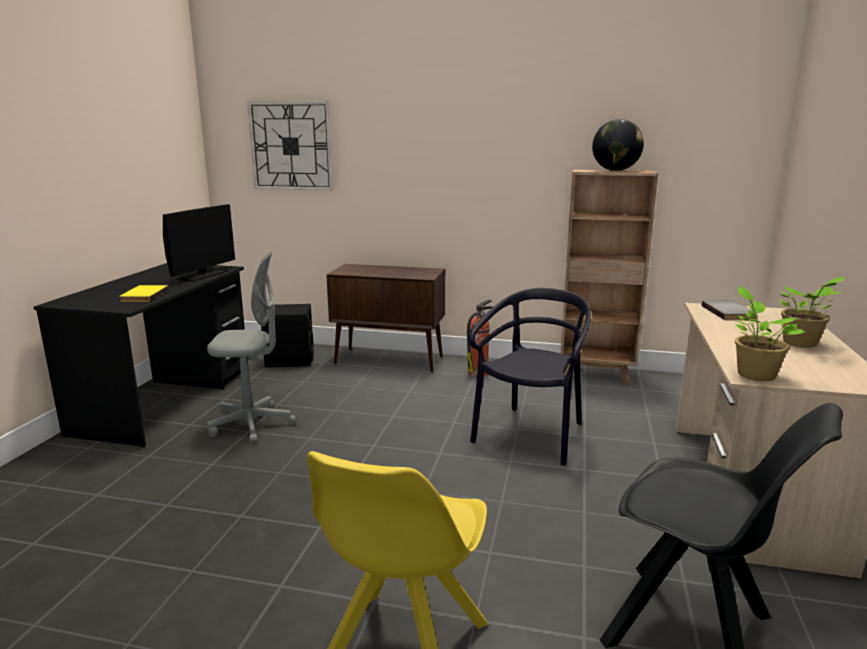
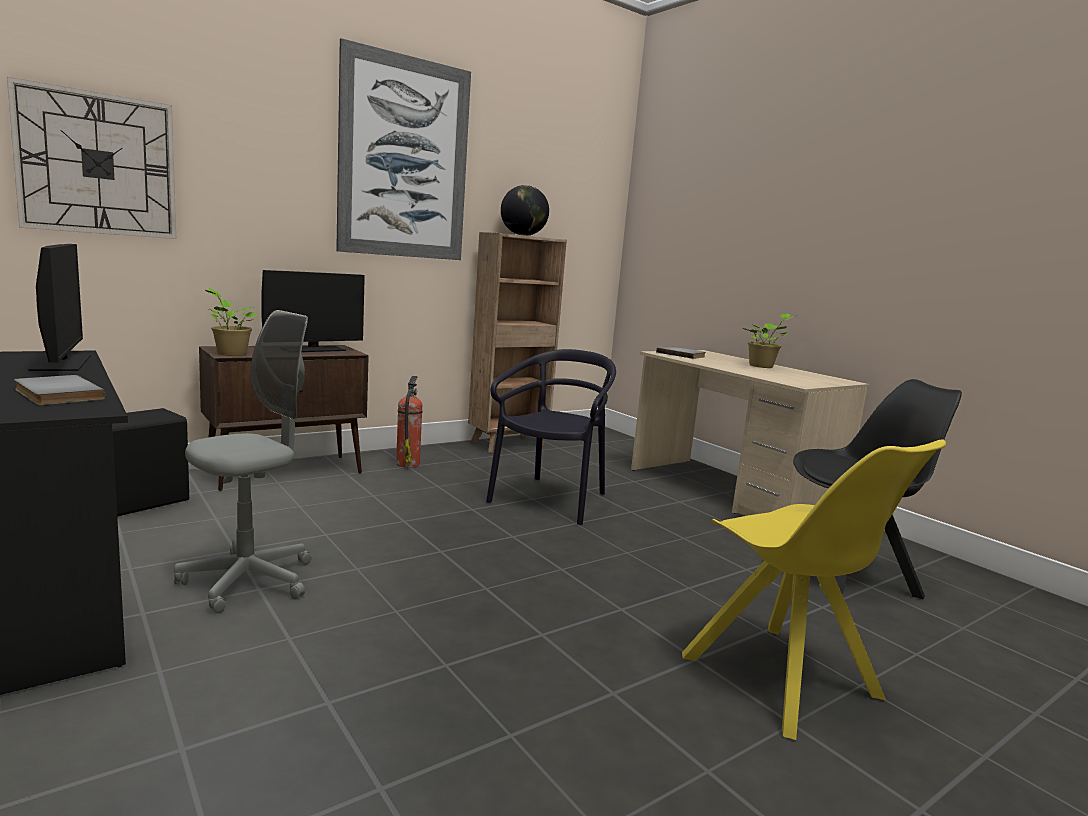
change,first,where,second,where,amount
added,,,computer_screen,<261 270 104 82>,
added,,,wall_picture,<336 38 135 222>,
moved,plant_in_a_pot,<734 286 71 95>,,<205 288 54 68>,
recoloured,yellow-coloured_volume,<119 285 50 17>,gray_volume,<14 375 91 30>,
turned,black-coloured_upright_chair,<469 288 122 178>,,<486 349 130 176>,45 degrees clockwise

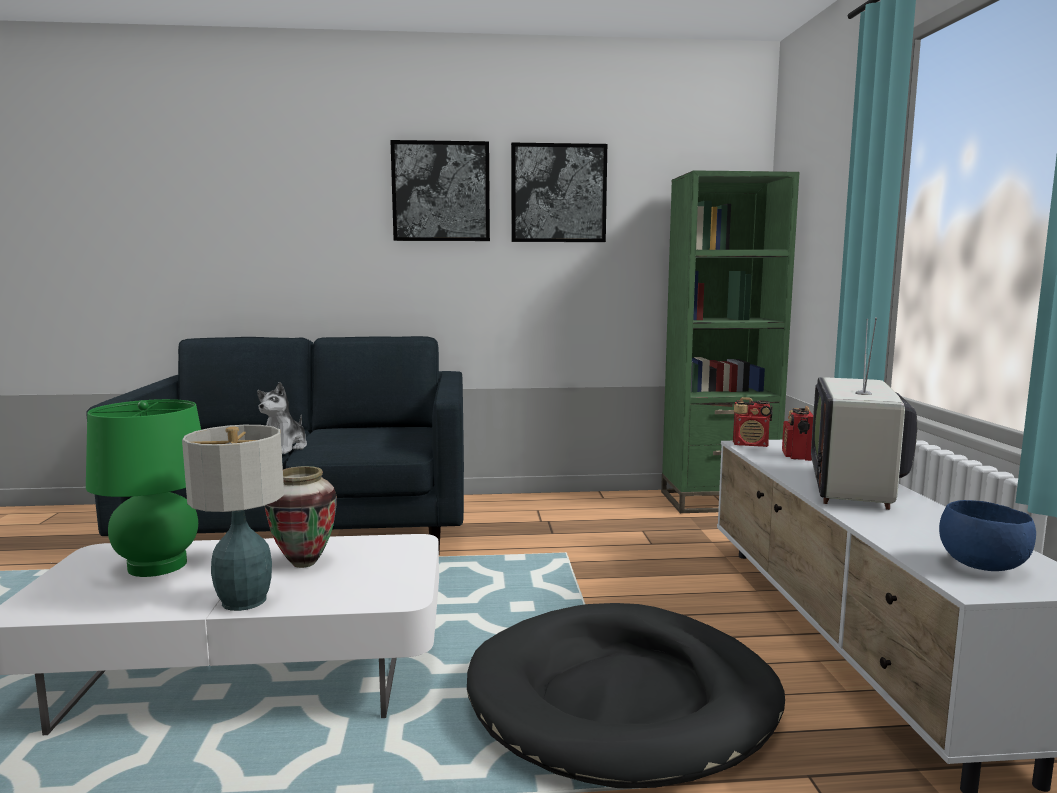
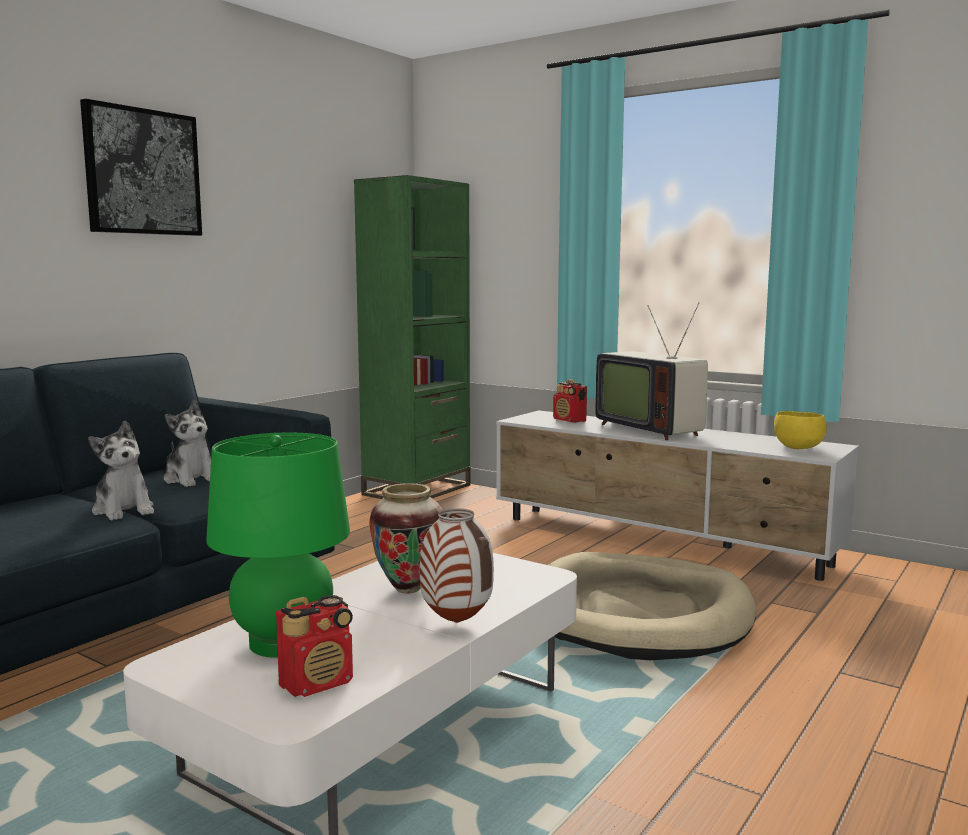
change,first,where,second,where,amount
removed,wall_picture,<511 143 96 99>,,,
added,,,plush_toy,<164 400 47 87>,
moved,radio_receiver,<733 397 40 50>,,<276 595 77 102>,
replaced,tabletop_lamp,<182 425 102 186>,vase,<420 508 74 115>,
recoloured,black-coloured_pet_bed,<467 603 318 185>,beige-coloured_pet_bed,<548 552 208 108>,
recoloured,bluish_serving_bowl,<939 500 97 71>,yellow-coloured_serving_bowl,<774 411 53 38>,

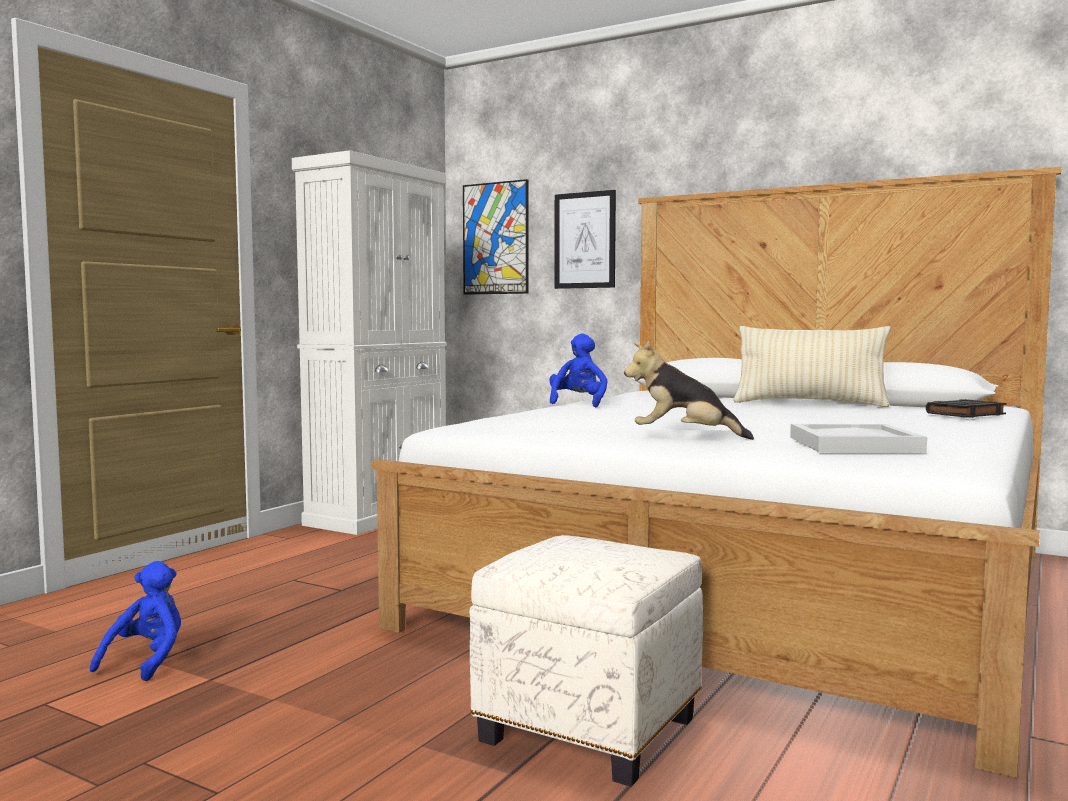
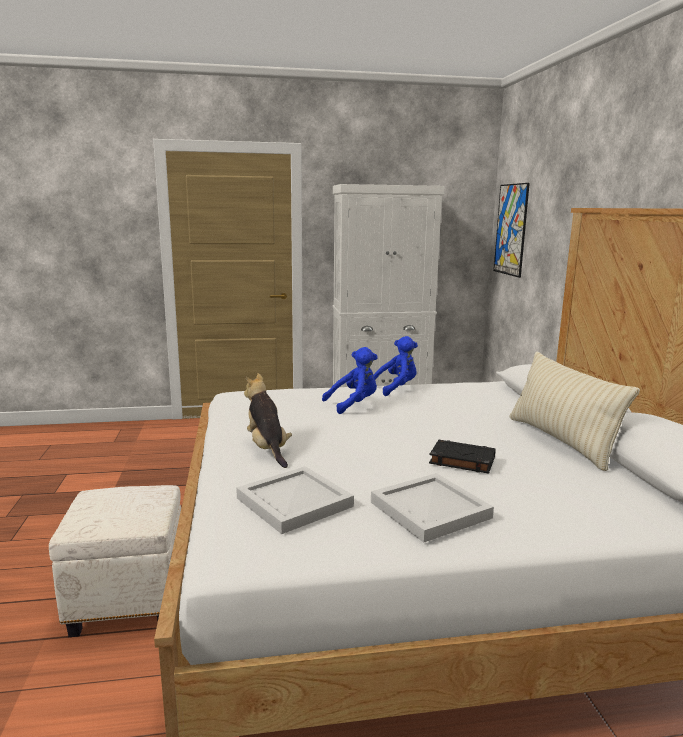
change,first,where,second,where,amount
removed,wall_picture,<554 190 62 99>,,,
added,,,white_tray,<371 473 123 70>,
moved,bluish_plush_toy,<90 561 91 120>,,<322 347 56 67>,
moved,black-coloured_volume,<926 399 80 19>,,<429 440 67 34>,

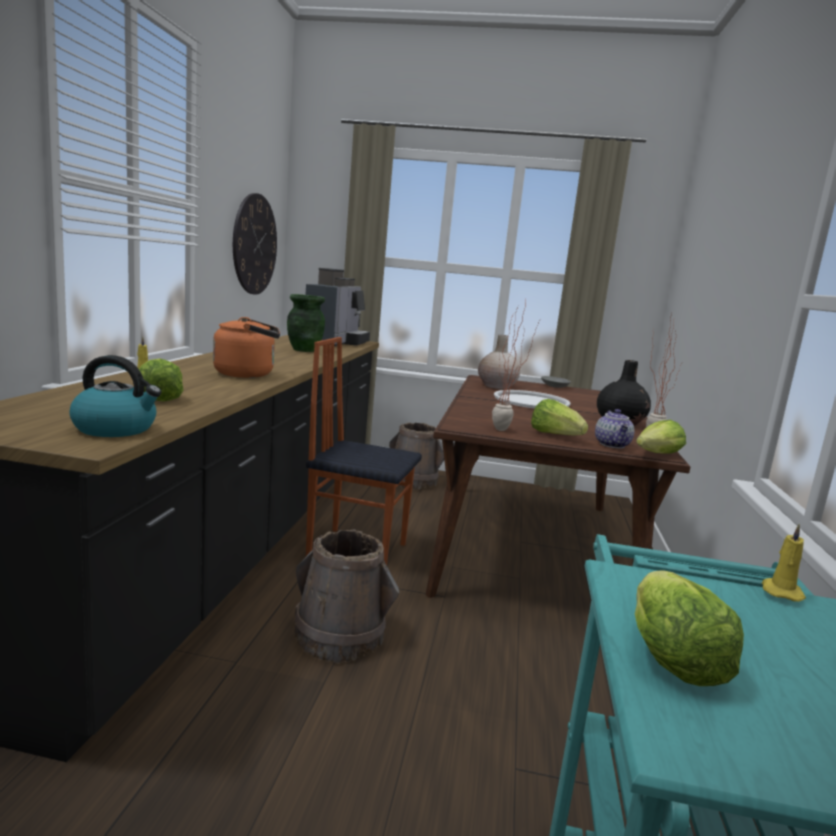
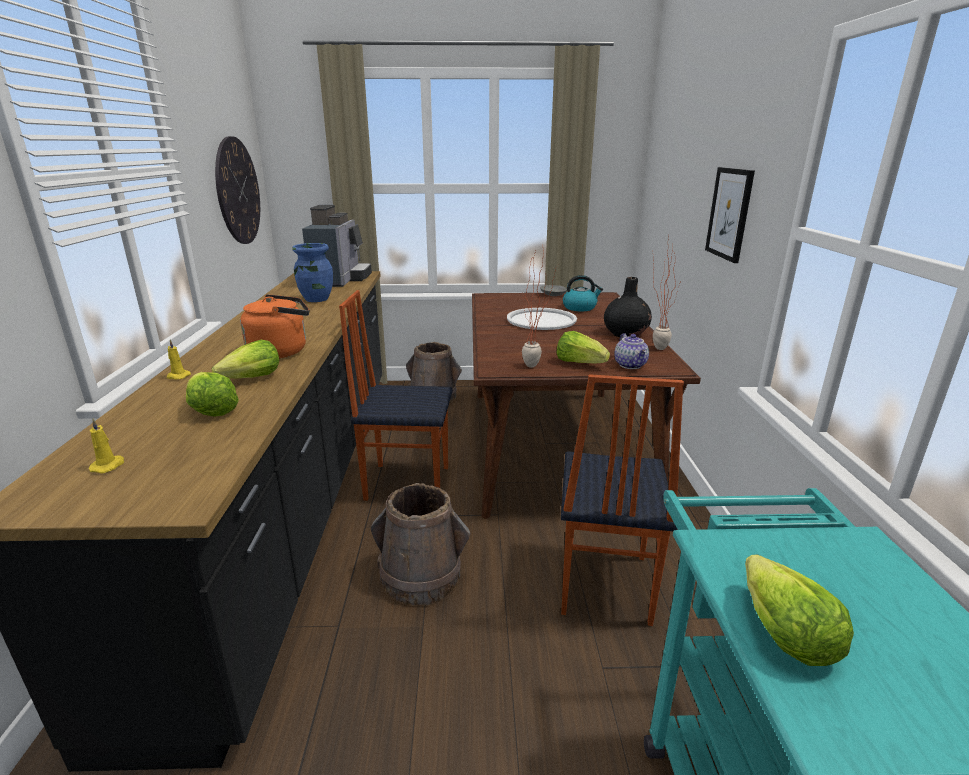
change,first,where,second,where,amount
removed,beige-coloured_vase,<478 335 42 54>,,,
added,,,upright_chair,<561 374 123 252>,
added,,,wall_picture,<705 167 50 96>,
moved,water_kettle,<69 355 92 82>,,<563 275 40 36>,
moved,lettuce_head,<636 420 50 34>,,<212 340 67 38>,
moved,yellow-coloured_wax_light,<762 524 44 78>,,<89 418 35 55>,
recoloured,green-coloured_vase,<287 294 38 58>,bluish_vase,<292 243 41 59>,

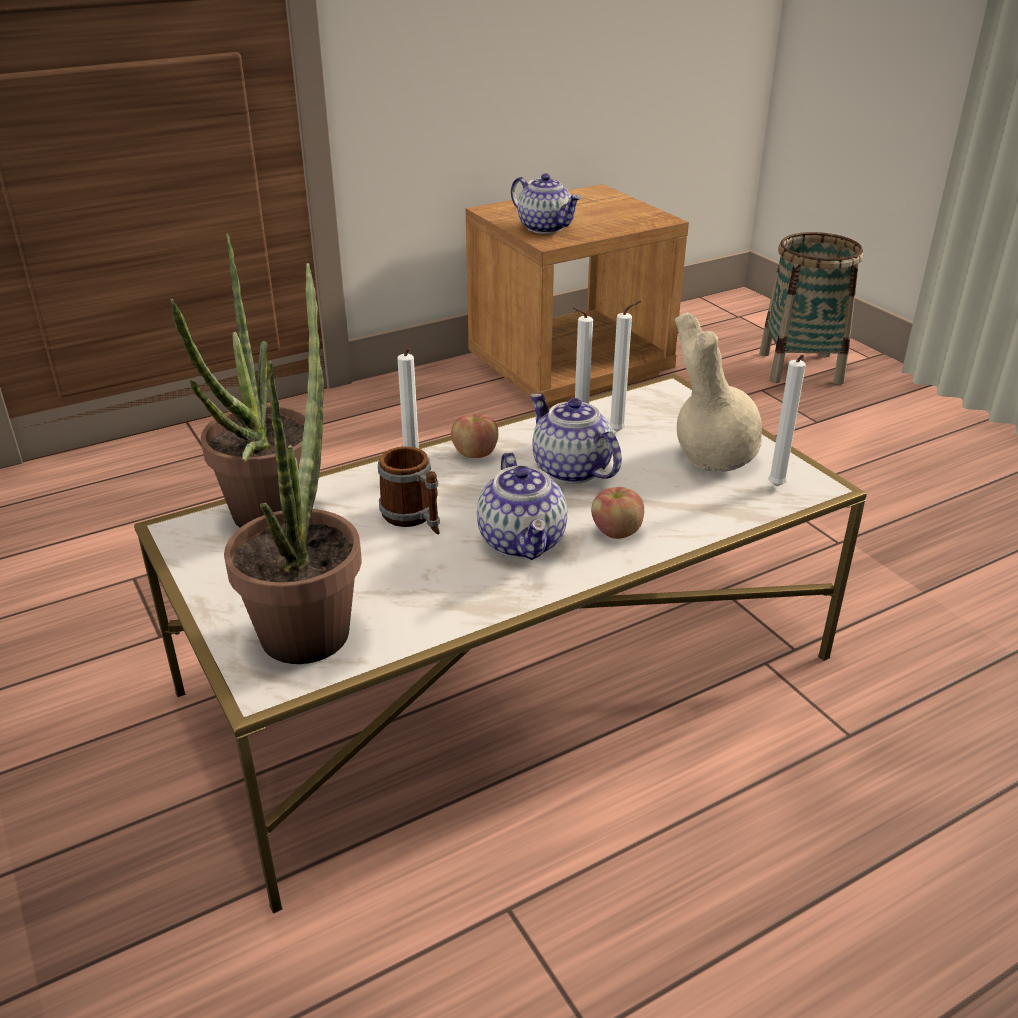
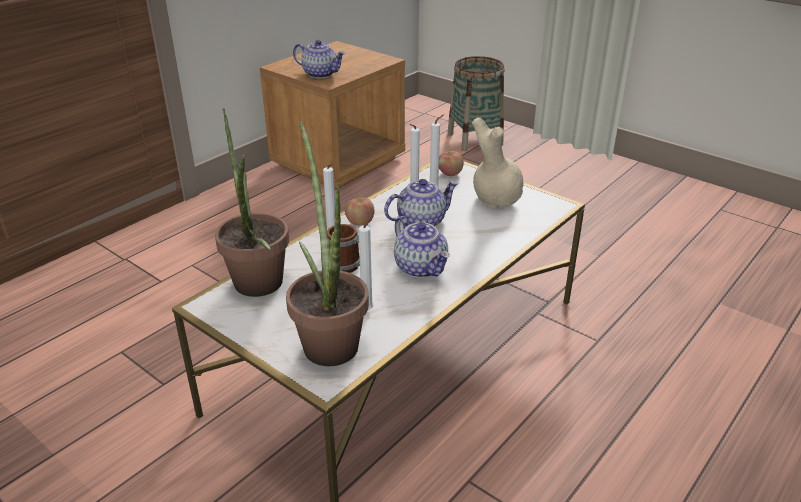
change,first,where,second,where,amount
moved,apple,<591 487 53 52>,,<439 151 25 25>,
moved,white_wax_light,<768 354 38 132>,,<359 224 15 86>,
turned,pot_for_tea,<530 393 92 91>,,<384 179 75 47>,120 degrees clockwise

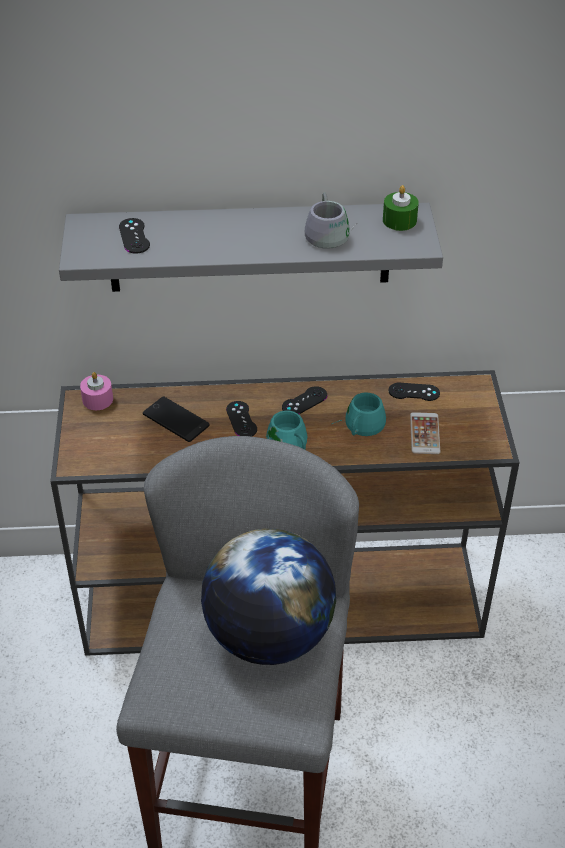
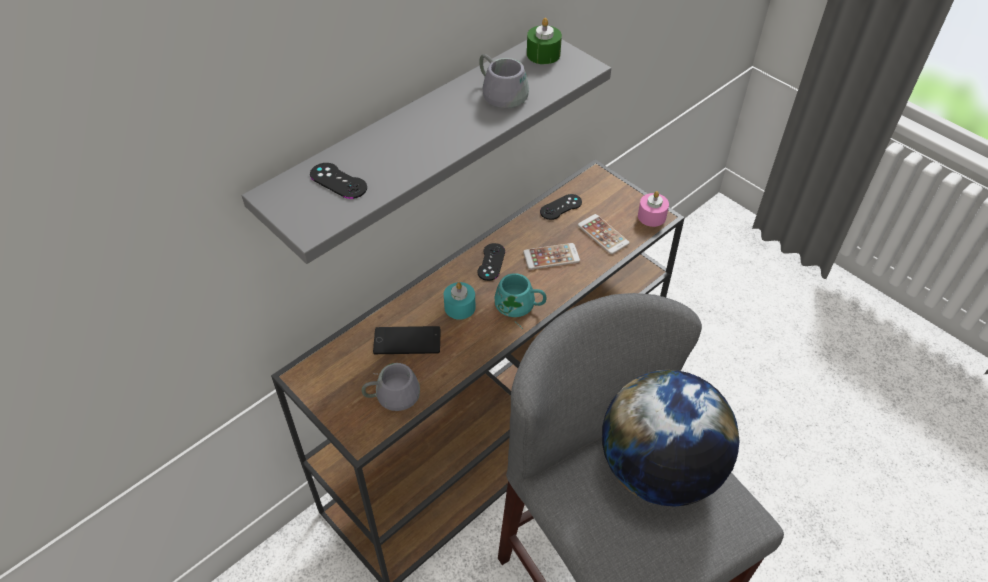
change,first,where,second,where,amount
added,,,gray_coffee_mug,<362 363 58 48>,
moved,pinkish_wax_light,<80 372 33 38>,,<638 191 31 36>,
replaced,black-coloured_game_controller,<226 401 31 36>,turquoise_wax_light,<444 282 32 38>,
replaced,turquoise_coffee_mug,<331 392 55 44>,phone,<523 243 57 27>,

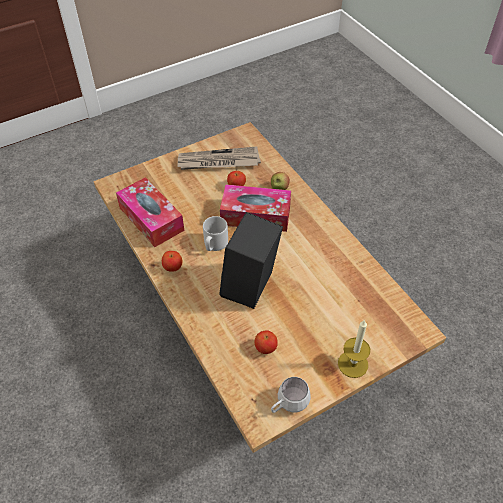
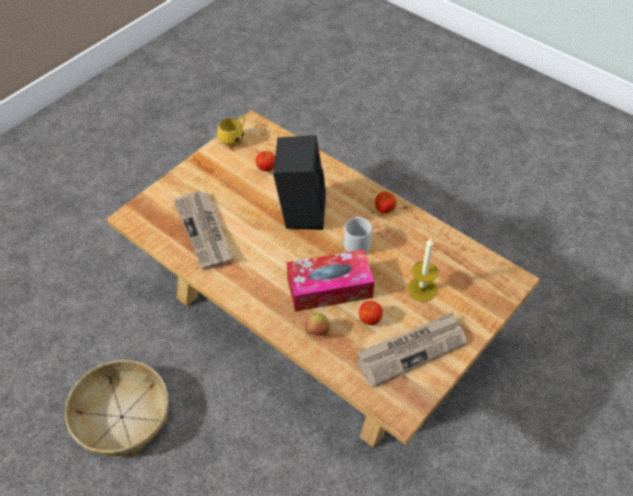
change,first,where,second,where,amount
removed,box_of_tissues,<116 177 68 70>,,,
added,,,basket,<65 360 104 97>,
added,,,daily_paper,<173 191 60 79>,
moved,wax_light,<338 320 32 58>,,<407 238 31 64>,
recoloured,white_coffee_mug,<271 377 40 36>,yellow-coloured_coffee_mug,<217 116 28 30>,

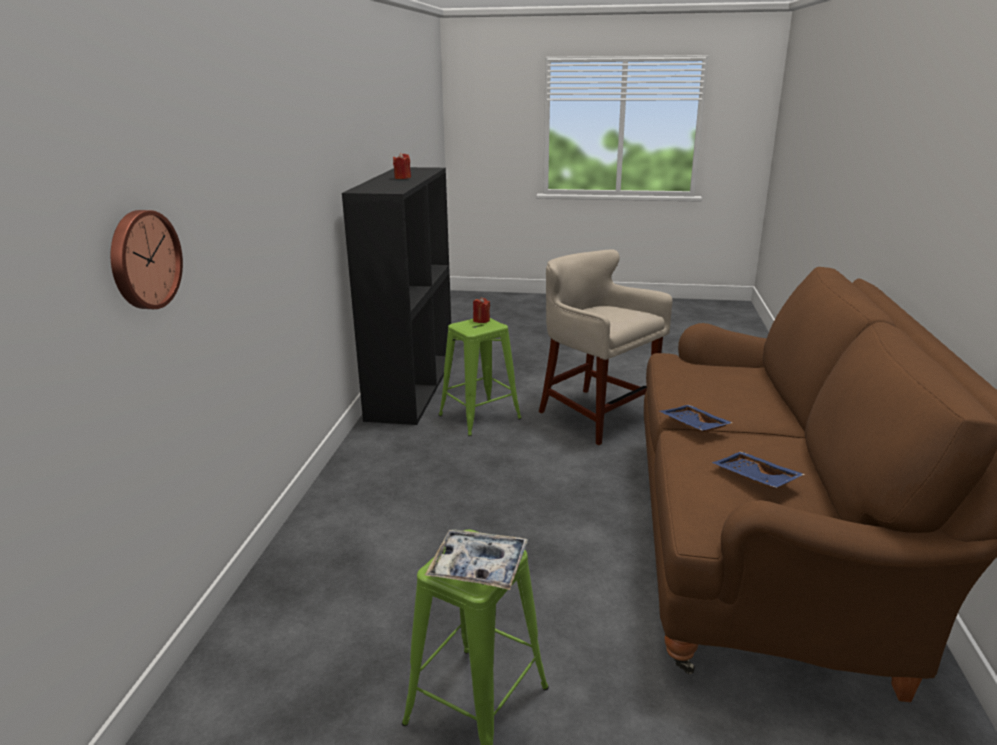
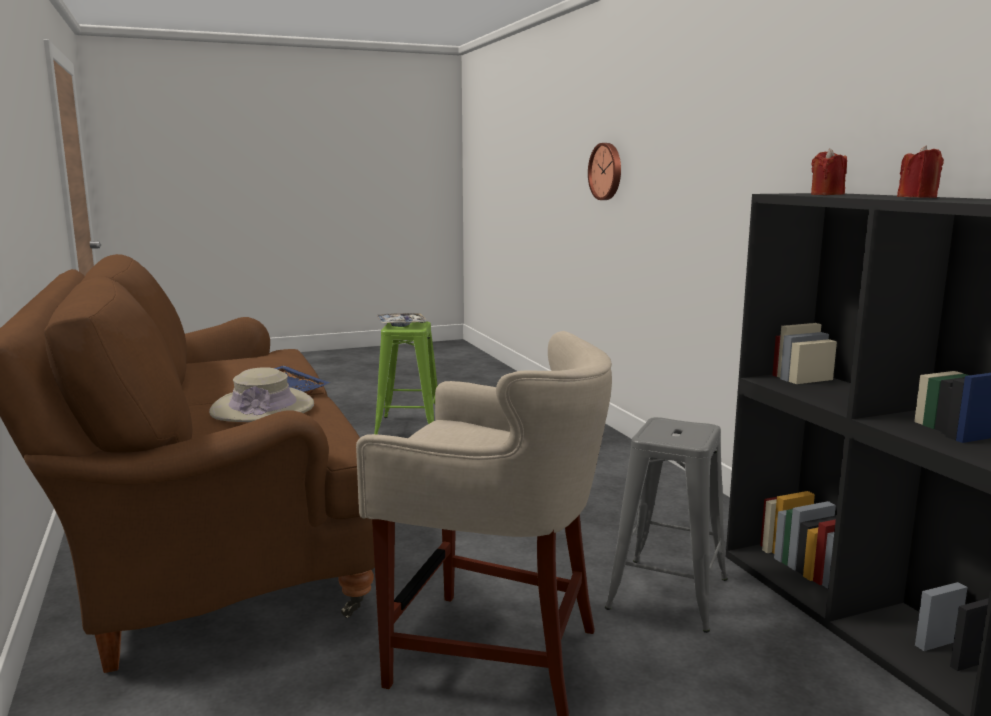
change,first,where,second,where,amount
removed,bluish_tray,<712 451 93 37>,,,
added,,,beige-coloured_clothing_hat,<209 367 105 55>,
moved,red-coloured_wax_light,<473 297 17 26>,,<811 148 36 47>,
recoloured,green-coloured_stool_seat,<439 318 83 118>,gray_stool_seat,<605 417 123 216>,

